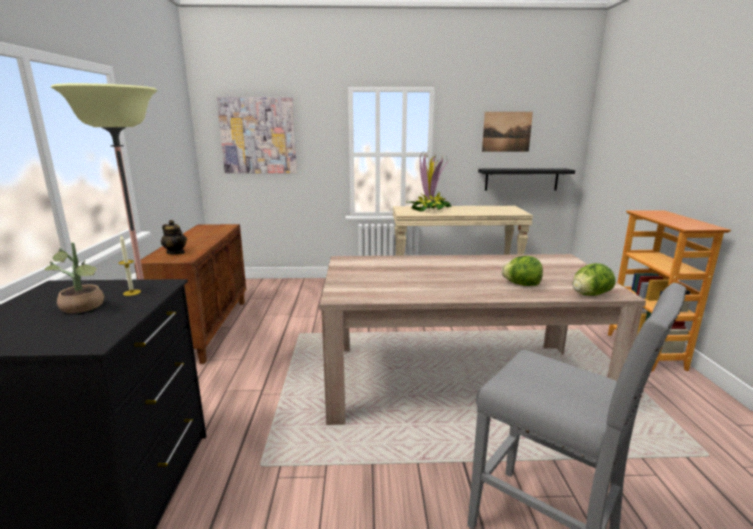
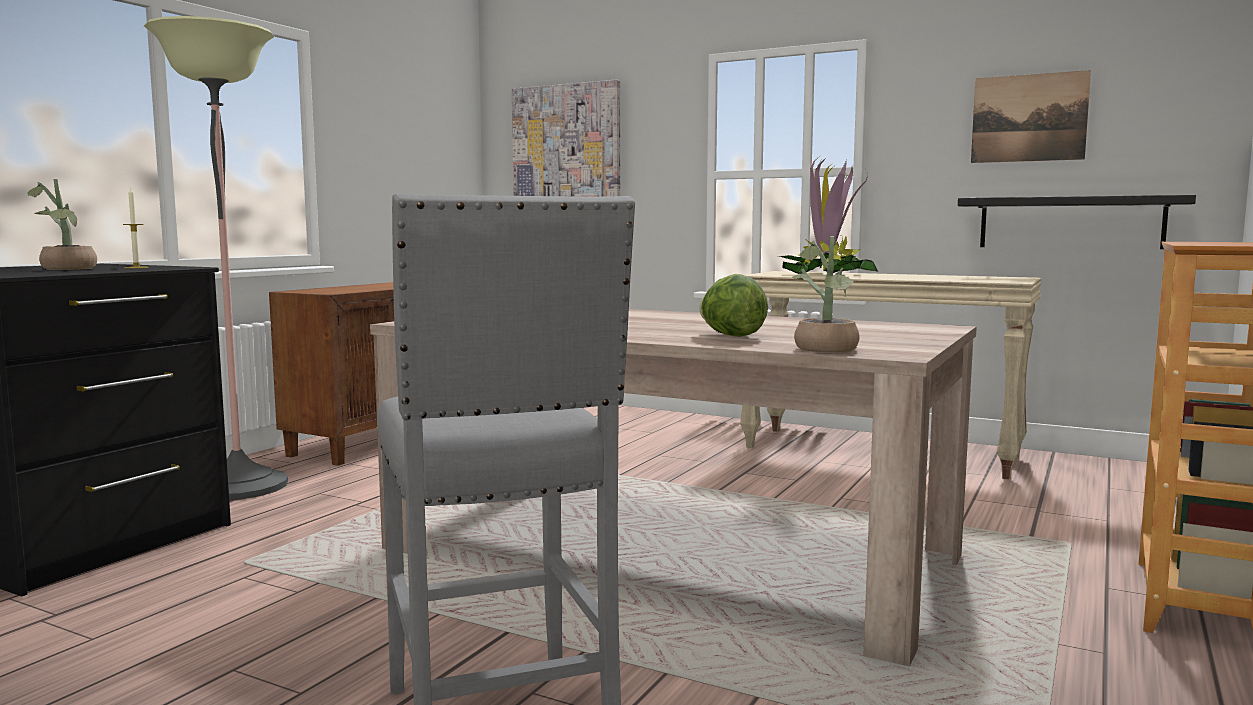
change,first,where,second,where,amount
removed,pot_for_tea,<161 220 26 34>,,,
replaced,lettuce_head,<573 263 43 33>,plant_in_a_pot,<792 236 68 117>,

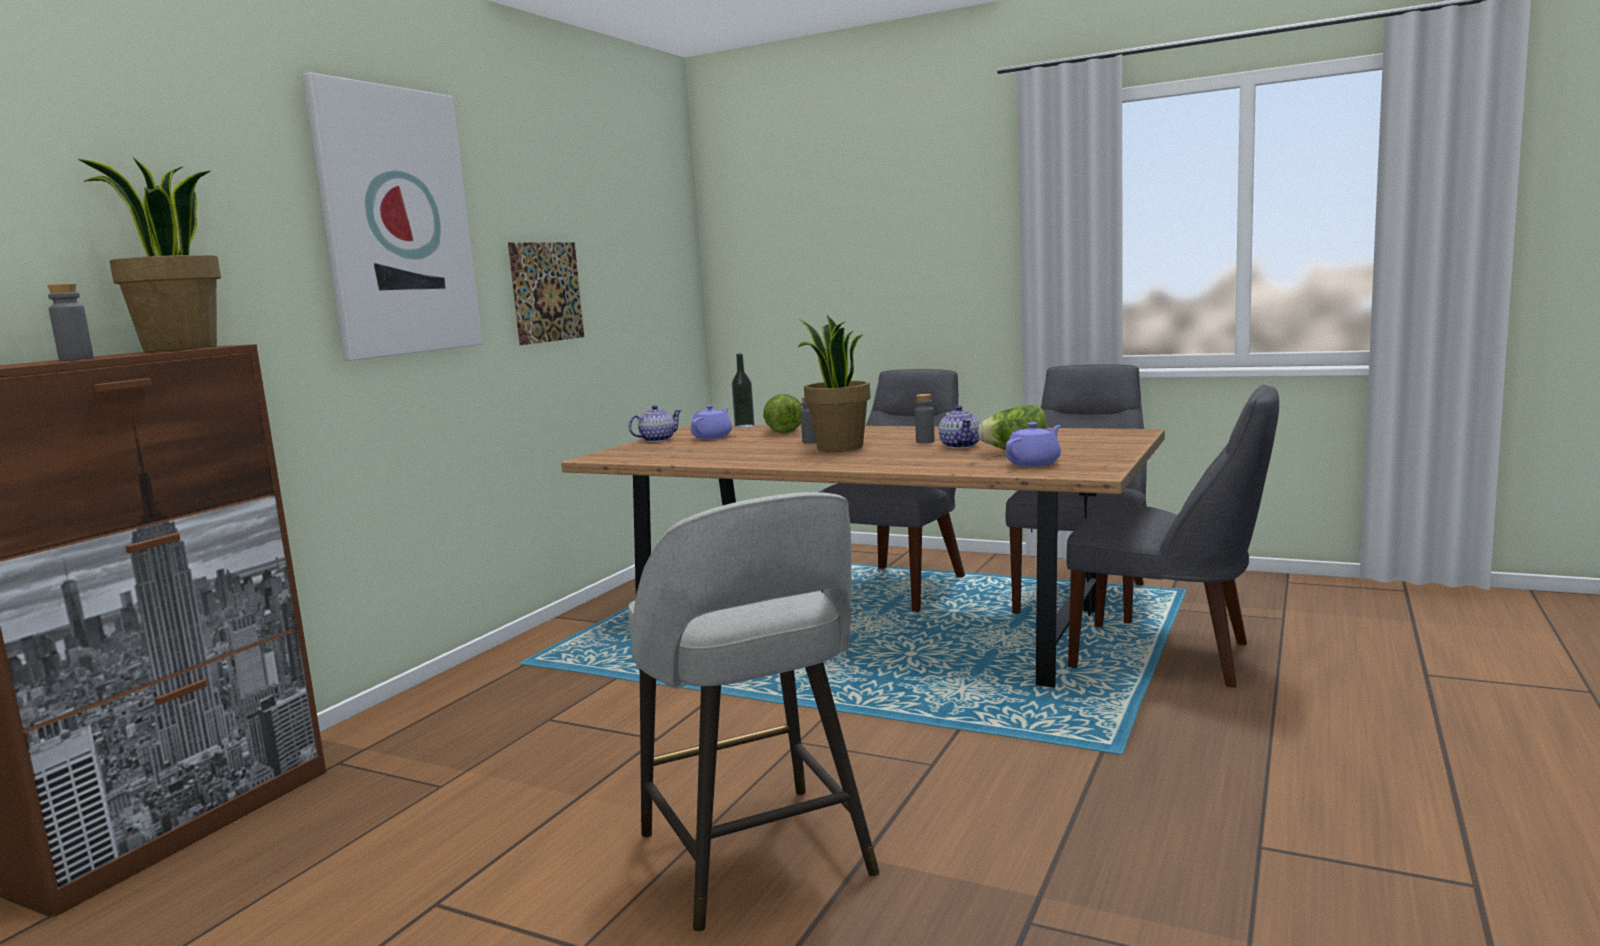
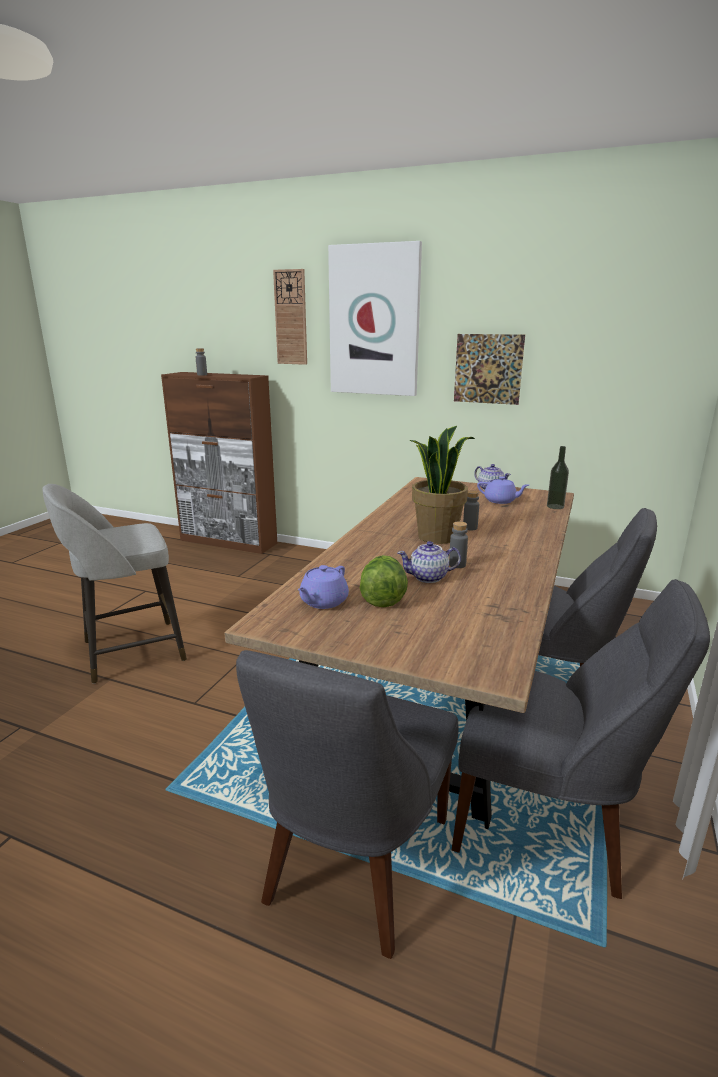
change,first,where,second,where,amount
removed,plant_in_a_pot,<78 157 143 195>,,,
removed,lettuce_head,<763 394 40 39>,,,
added,,,wall_clock,<273 269 34 96>,
turned,purplish_pot_for_tea,<1006 422 55 45>,,<298 565 51 44>,75 degrees clockwise

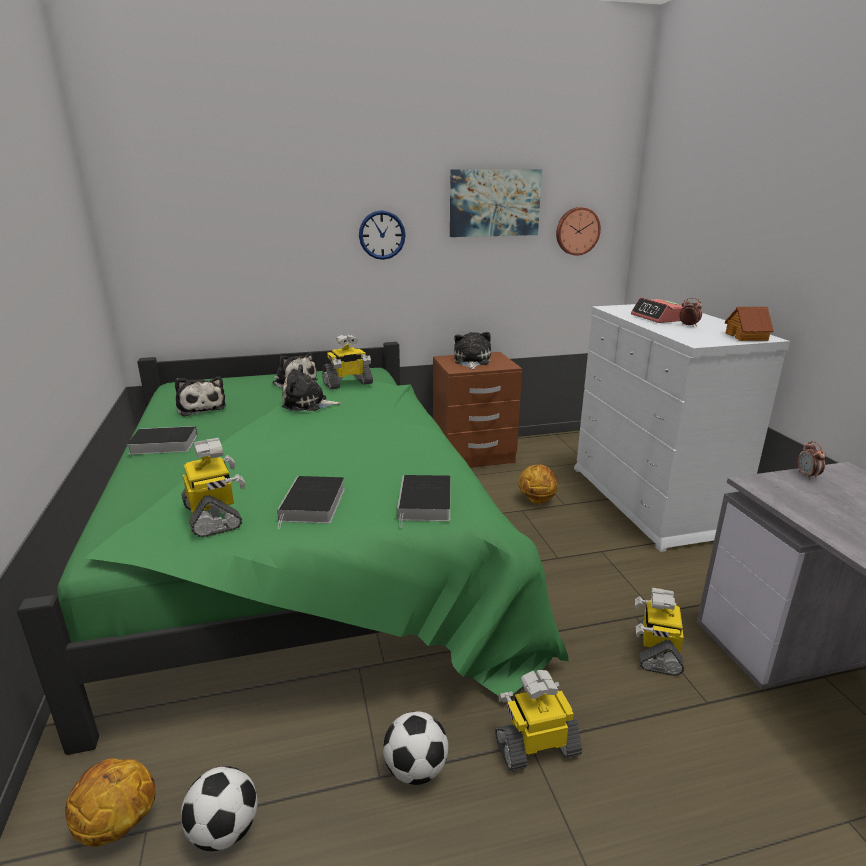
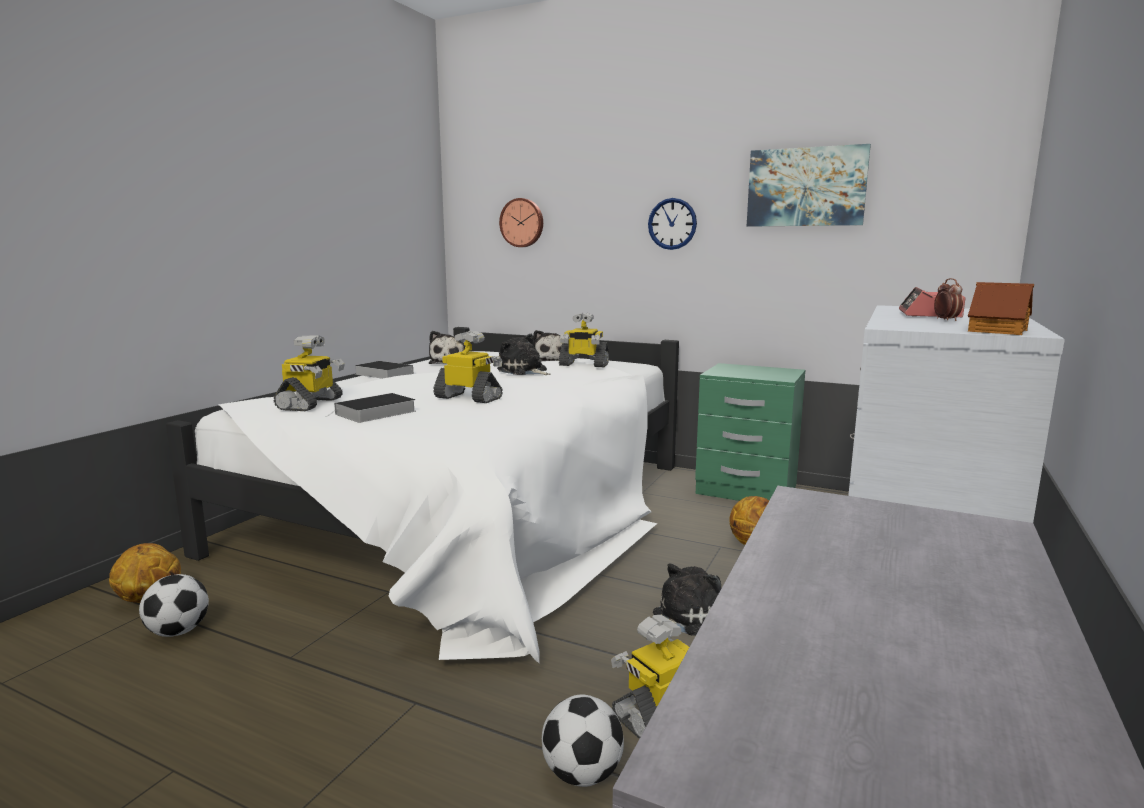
change,first,where,second,where,amount
removed,volume,<397 475 54 52>,,,
removed,table_clock,<798 441 28 39>,,,
moved,football_ball,<383 711 65 74>,,<542 694 82 93>,
moved,plush_toy,<454 332 37 37>,,<653 563 68 73>,
moved,model_robot,<495 670 87 101>,,<433 330 70 73>,
moved,wall_clock,<556 207 45 48>,,<499 198 44 49>,
recoloured,green-coloured_sleeping_bed,<17 342 552 413>,white_sleeping_bed,<166 327 513 337>,
recoloured,brown-coloured_bedside_table,<433 352 89 116>,green-coloured_bedside_table,<695 363 110 138>,

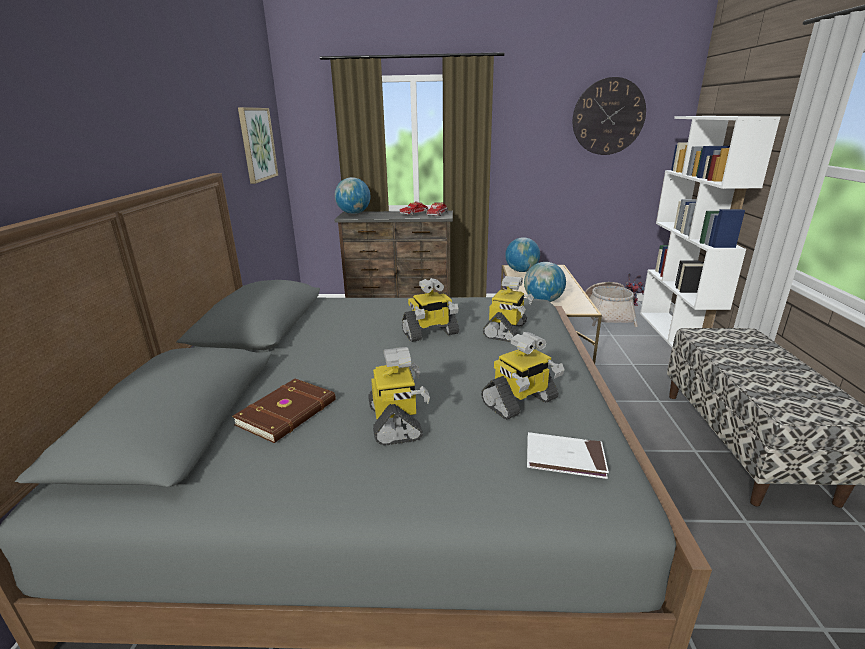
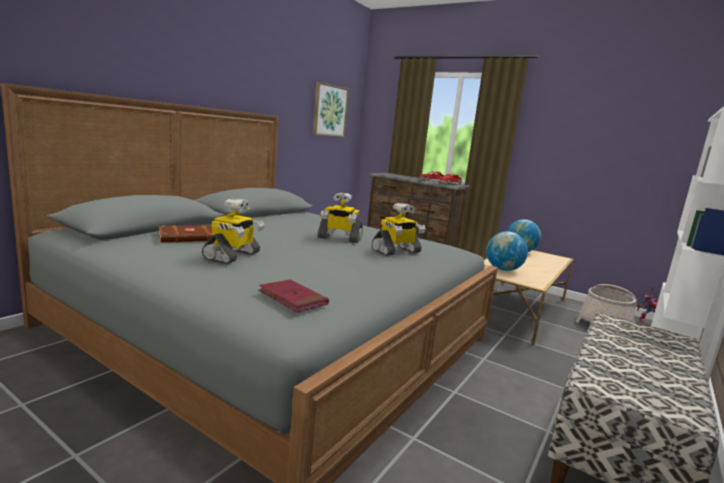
change,first,where,second,where,amount
removed,globe,<335 177 36 37>,,,
removed,model_robot,<481 332 84 88>,,,
removed,wall_clock,<573 77 73 78>,,,
recoloured,white_volume,<527 432 82 47>,red-coloured_volume,<259 279 70 34>,

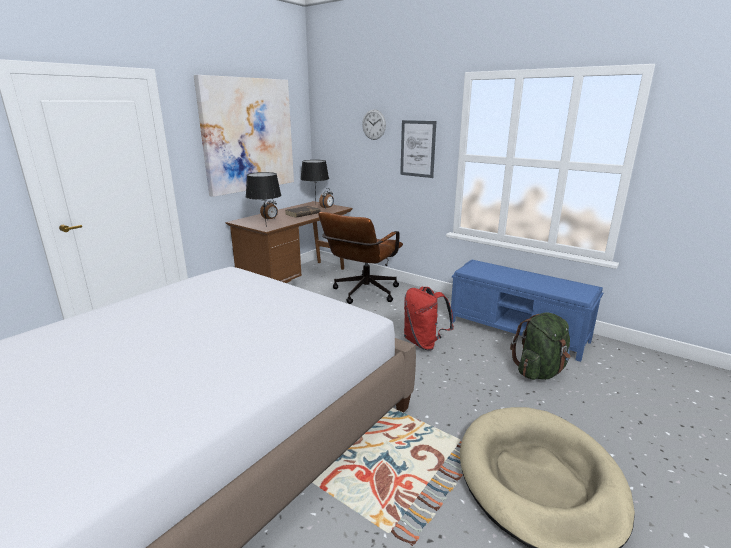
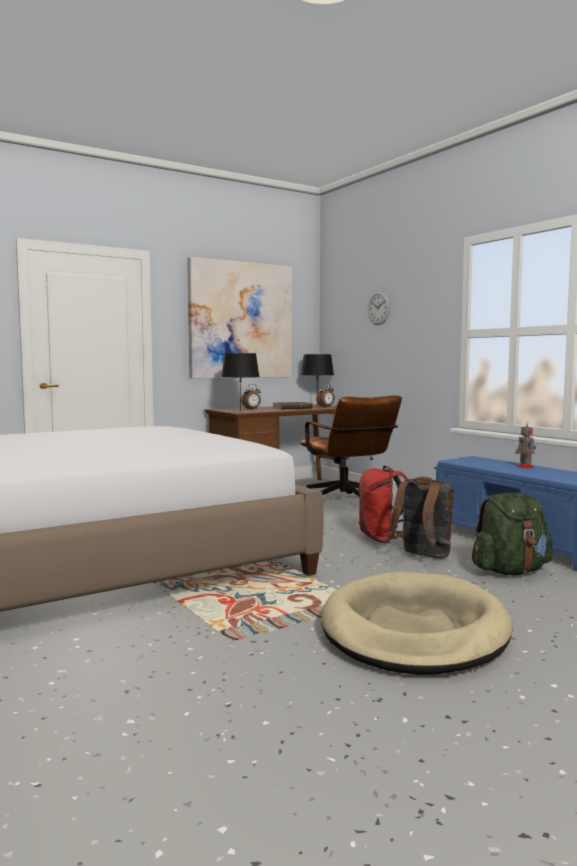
change,first,where,second,where,amount
removed,wall_picture,<400 120 36 58>,,,
added,,,brown-coloured_rucksack,<388 477 66 81>,
added,,,model_robot,<515 422 21 46>,
turned,brown-coloured_office_chair,<318 212 85 92>,,<300 395 102 102>,75 degrees counterclockwise

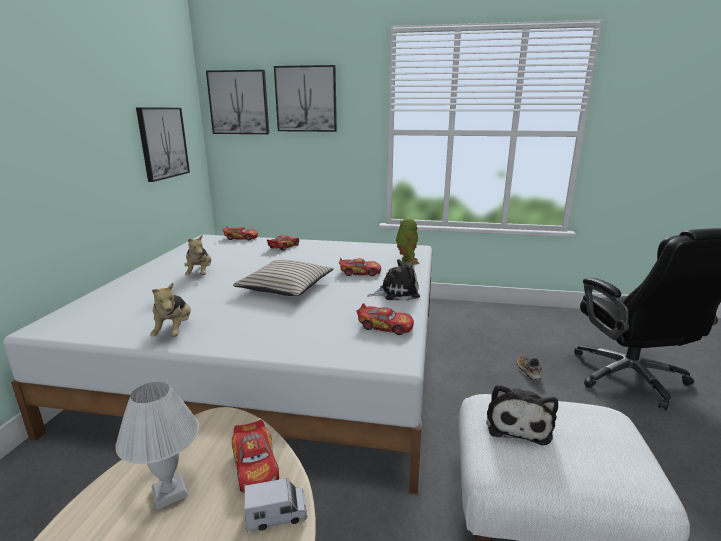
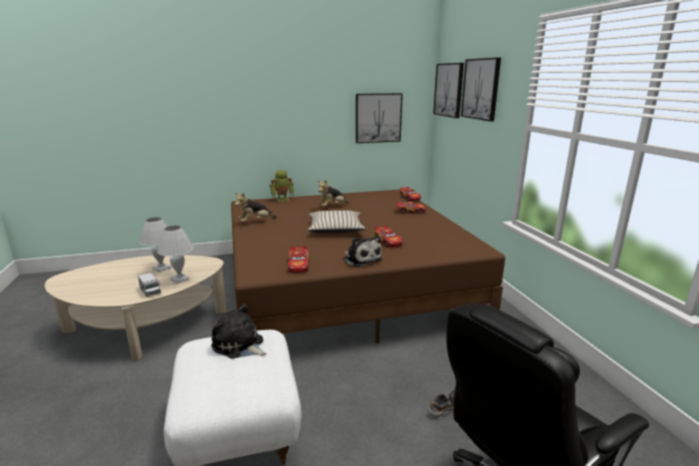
change,first,where,second,where,amount
moved,model_robot,<396 218 23 47>,,<270 170 24 32>,
replaced,miniature_car,<232 420 47 73>,white_tabletop_lamp,<157 226 37 58>,
recoloured,white_sleeping_bed,<3 235 429 259>,brown-coloured_sleeping_bed,<231 189 274 155>,
turned,plush_toy,<486 384 72 61>,,<211 304 56 55>,45 degrees clockwise

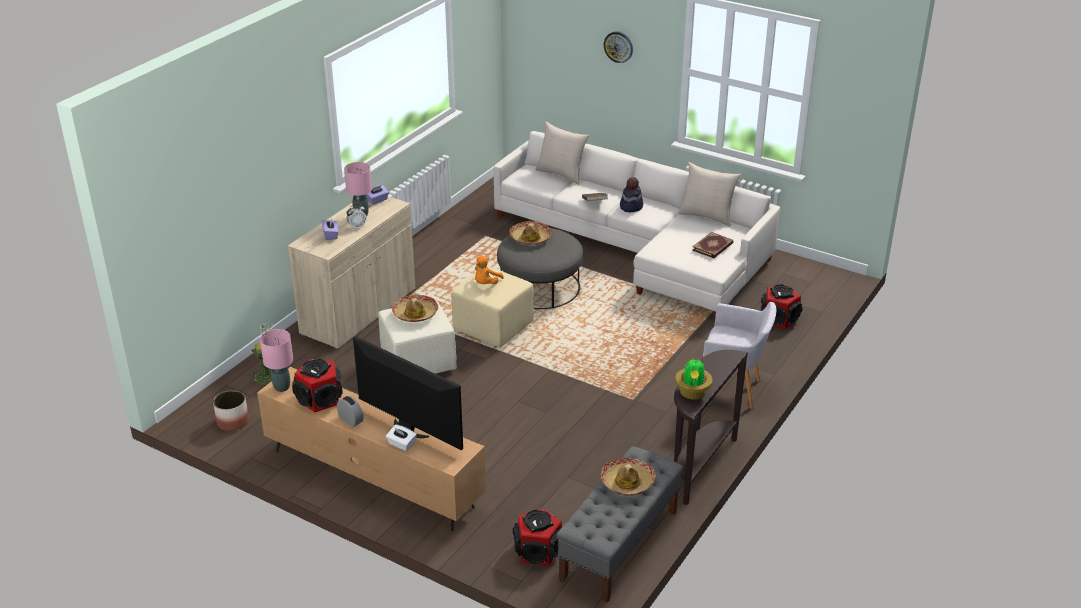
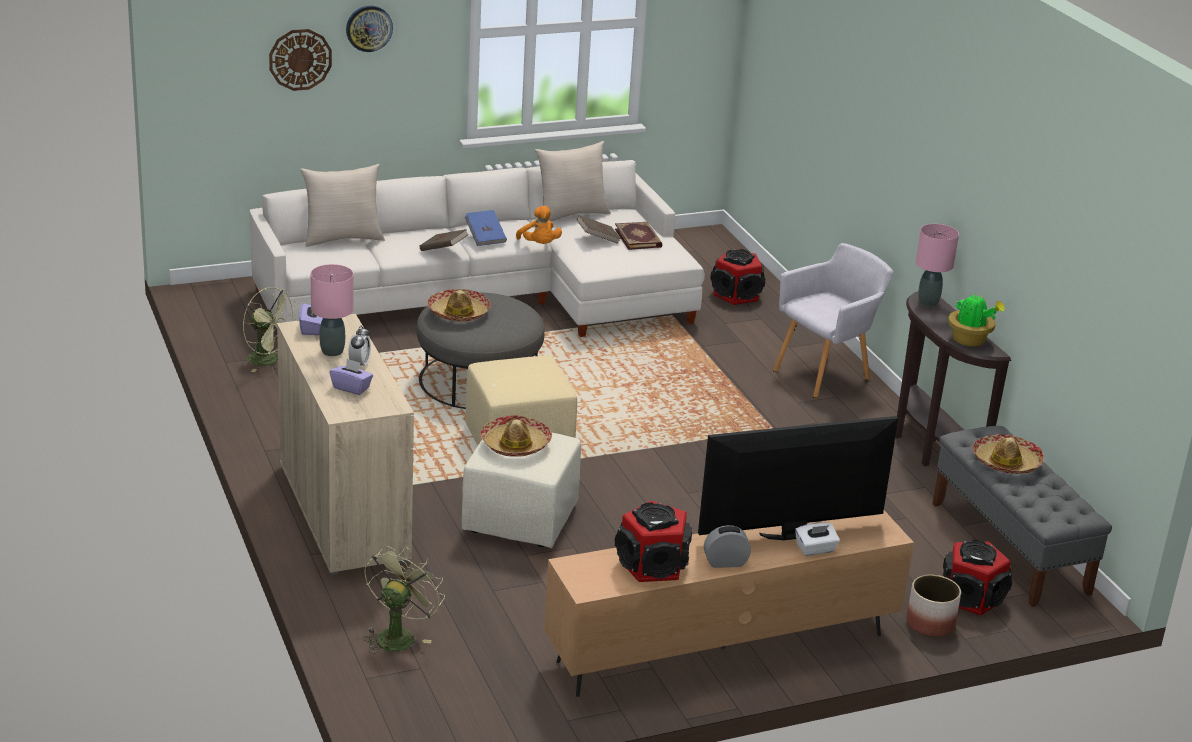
change,first,where,second,where,amount
added,,,green-coloured_fan,<243 287 56 85>,
added,,,wall_clock,<269 29 63 62>,
added,,,brown-coloured_volume,<577 215 44 29>,
moved,plant_pot,<213 390 36 41>,,<906 575 55 62>,
moved,pinkish_tabletop_lamp,<260 329 33 63>,,<916 224 43 83>,
moved,orange-coloured_plush_toy,<475 256 29 28>,,<516 206 46 38>,
replaced,clothing_hat,<620 177 23 35>,bluish_volume,<465 210 42 36>,

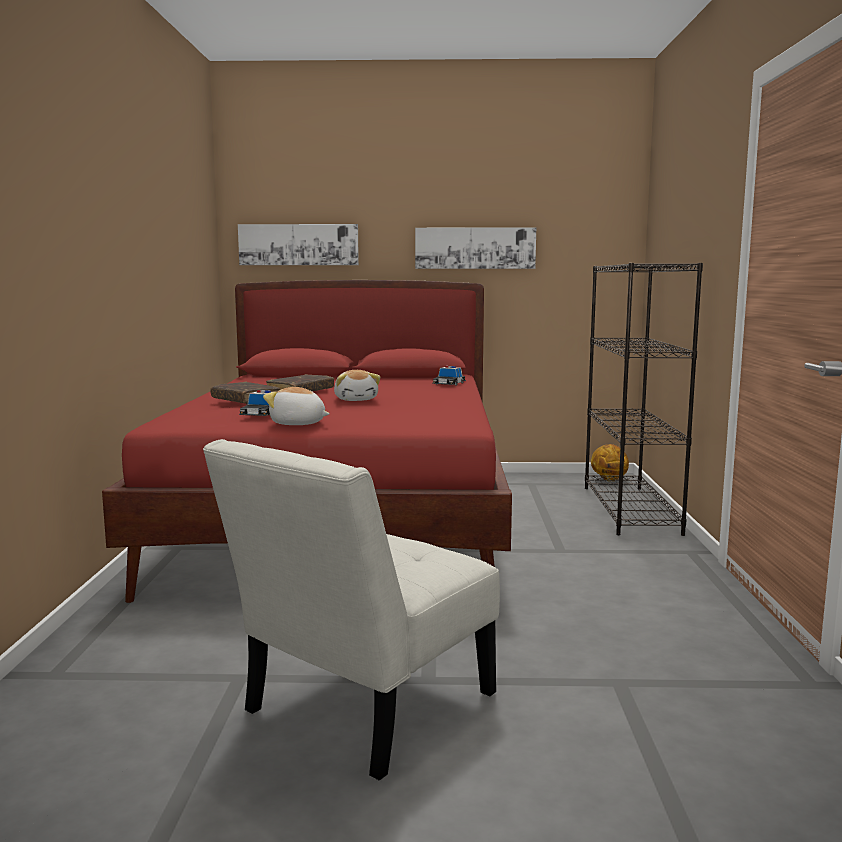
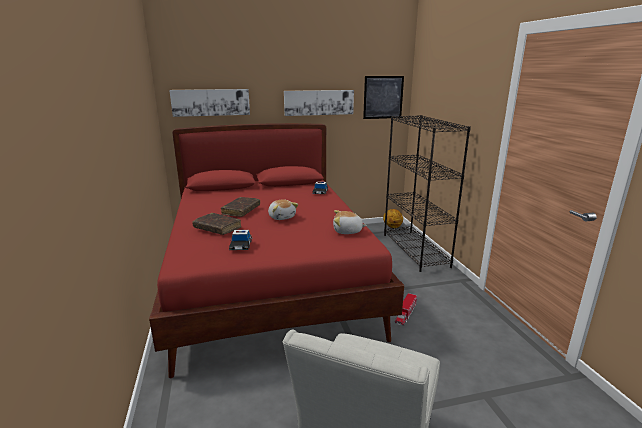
change,first,where,second,where,amount
added,,,wall_picture,<363 76 41 43>,
added,,,toy_lorry,<395 293 22 32>,
moved,plush_toy,<263 387 67 38>,,<333 210 34 24>,

